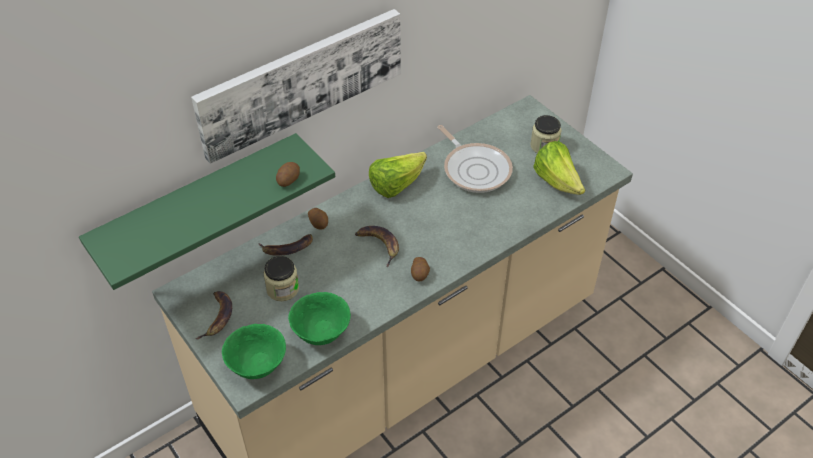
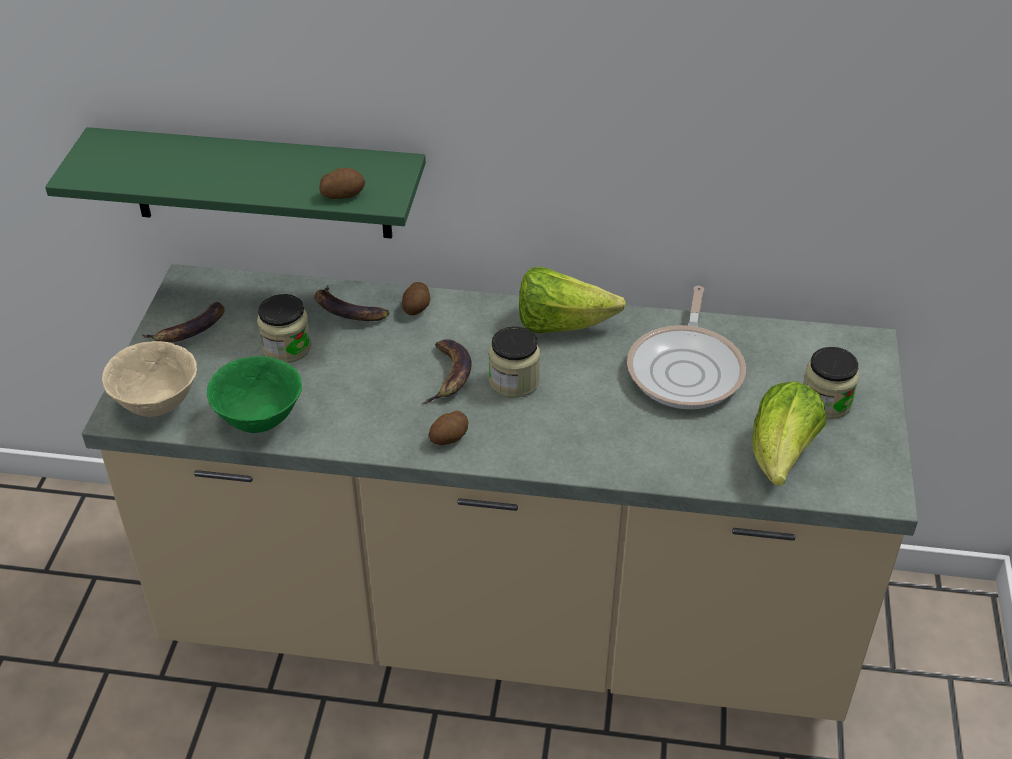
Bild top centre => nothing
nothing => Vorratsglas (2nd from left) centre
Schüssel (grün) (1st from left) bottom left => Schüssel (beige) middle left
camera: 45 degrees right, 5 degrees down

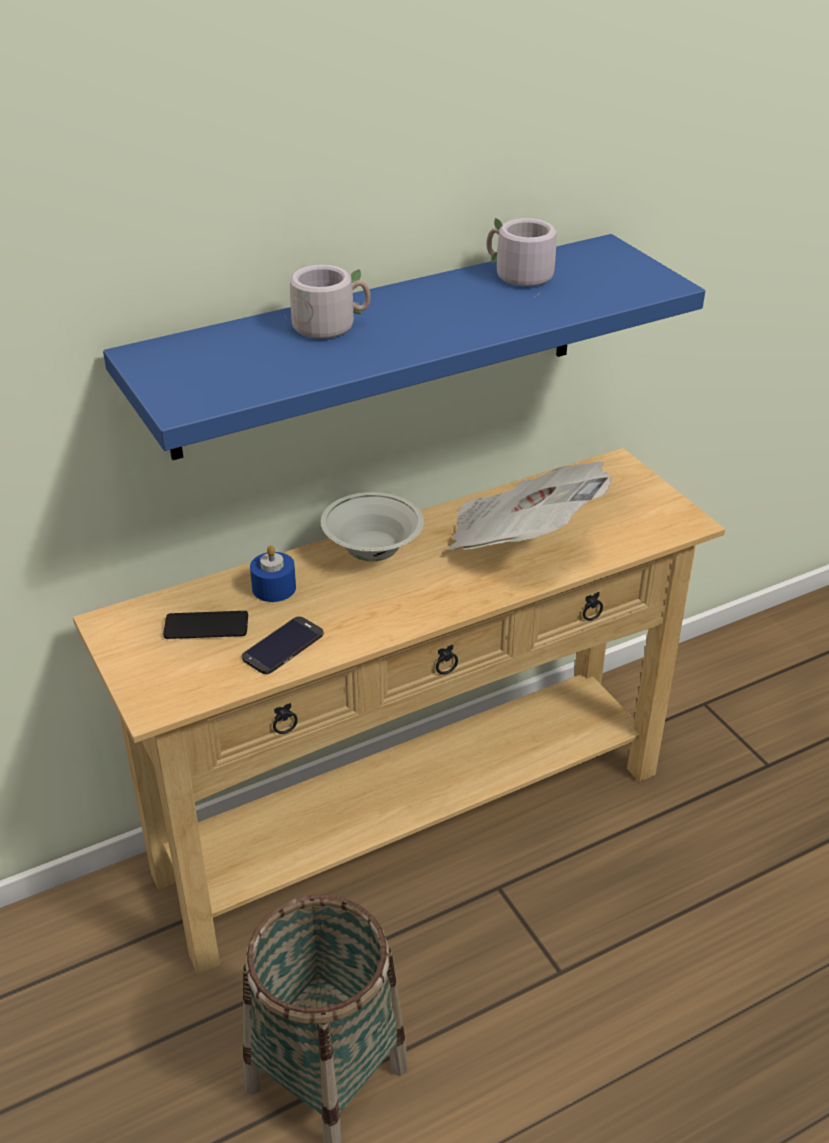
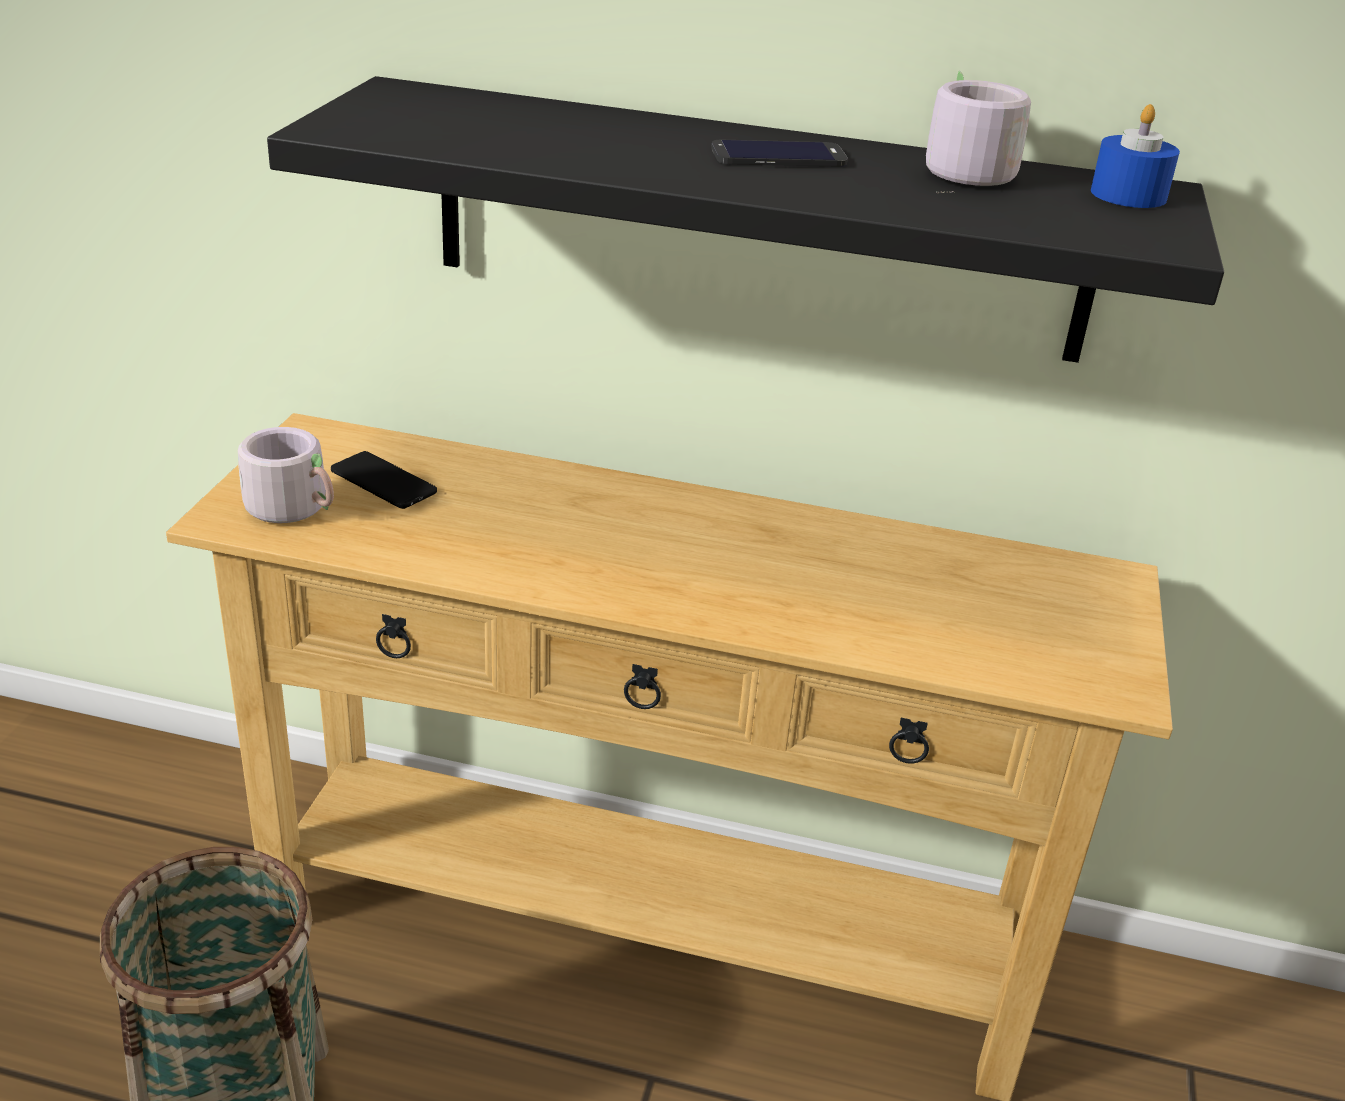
Schüssel (weiß) centre => nothing
Zeitung centre => nothing
Handy (2nd from left) centre => Handy (2nd from left) top centre, move
Kerze (blau) middle left => Kerze (blau) top right, move
Henkelbecher (grau) (1st from left) top centre => Henkelbecher (grau) (1st from left) middle left, move
Wandregal (blau) top centre => Wandregal (schwarz) top centre
camera: 40 degrees right, 5 degrees down

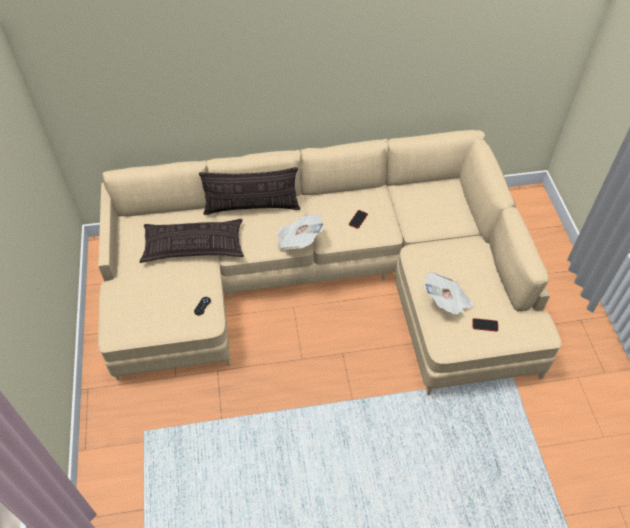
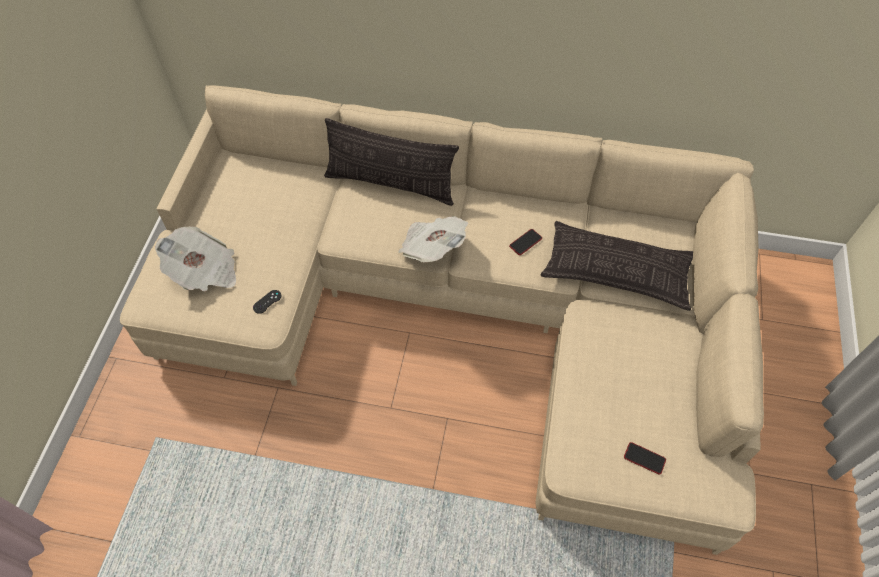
Kissen (1st from left in the first image) middle left => Kissen (2nd from left) middle right, move
Zeitung (2nd from left in the first image) middle right => Zeitung (1st from left) middle left, move
camera: 20 degrees right, 5 degrees up

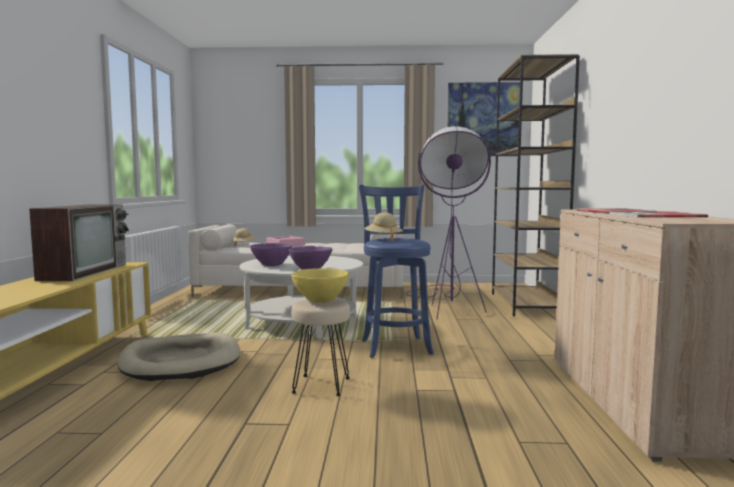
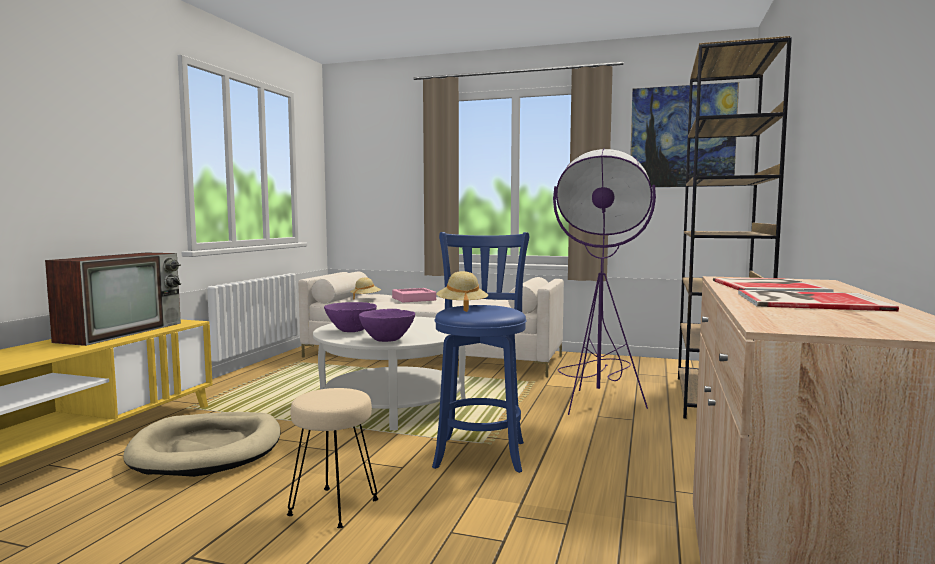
Schüssel (gelb) centre => nothing
camera: 15 degrees right, 0 degrees up

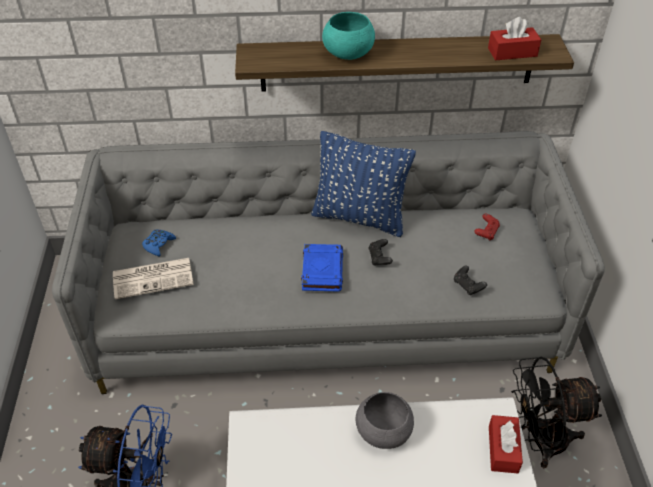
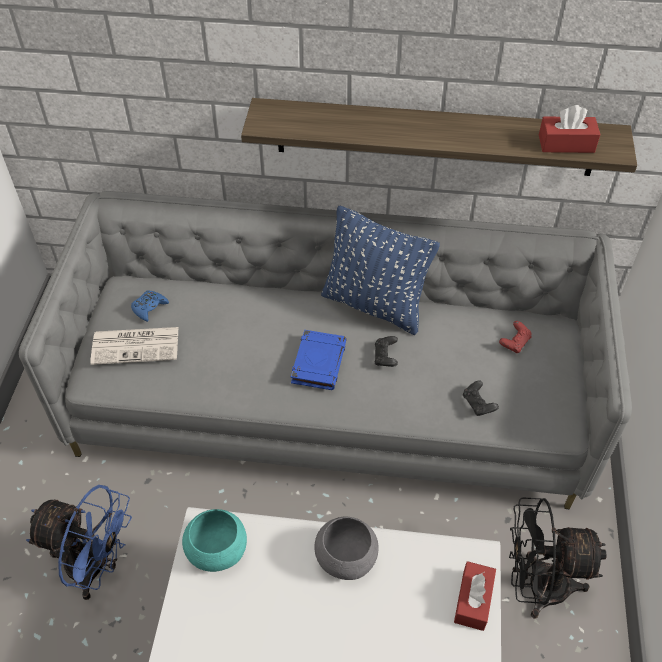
Schüssel (türkis) top centre => Schüssel (türkis) bottom left, move
camera: 10 degrees right, 5 degrees up

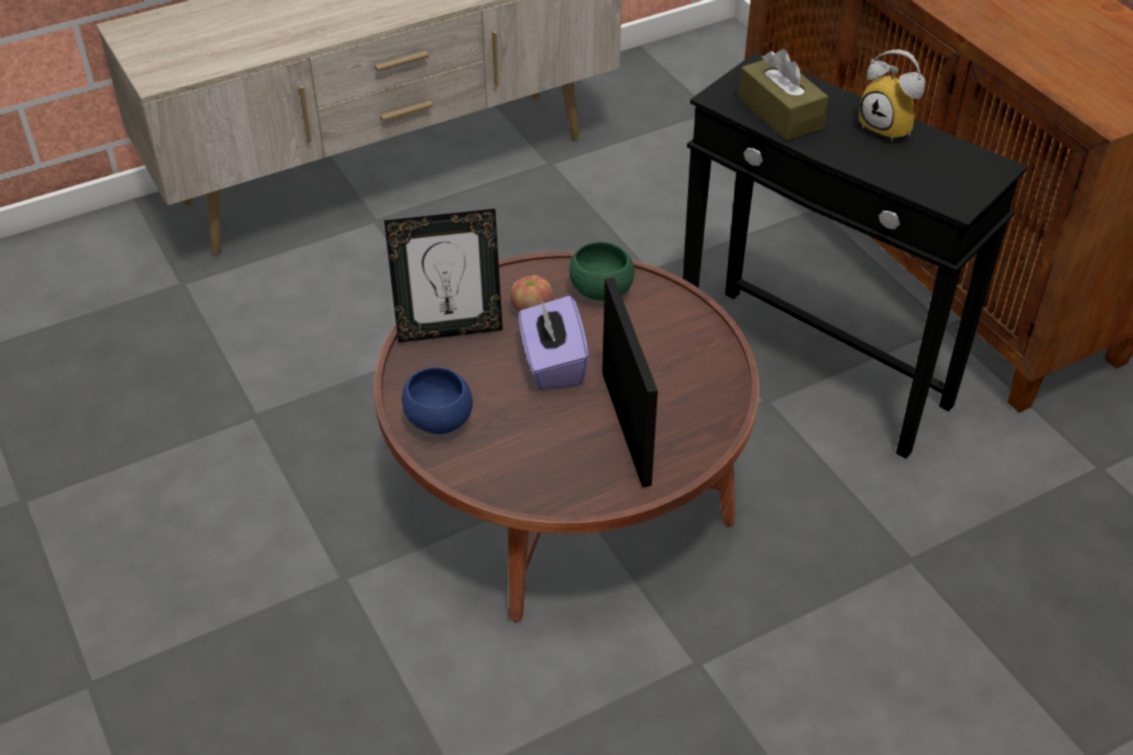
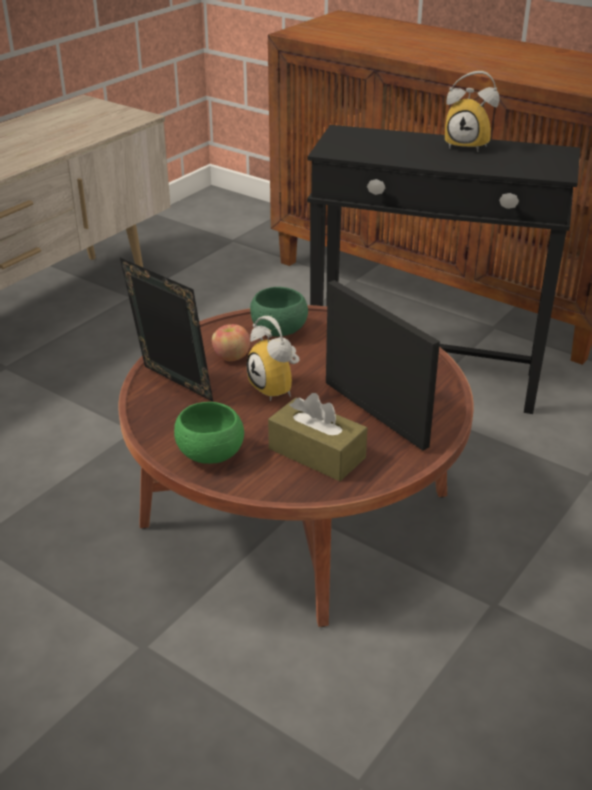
Taschentuchbox (braun) top right => Taschentuchbox (braun) centre, move
Taschentuchbox (lila) centre => Wecker (1st from left) centre
Schüssel (blau) centre => Schüssel (grün) (1st from left) centre
Bilderrahmen (1st from left) centre => Bilderrahmen (1st from left) middle left, 105 degrees counterclockwise
camera: 25 degrees left, 10 degrees down

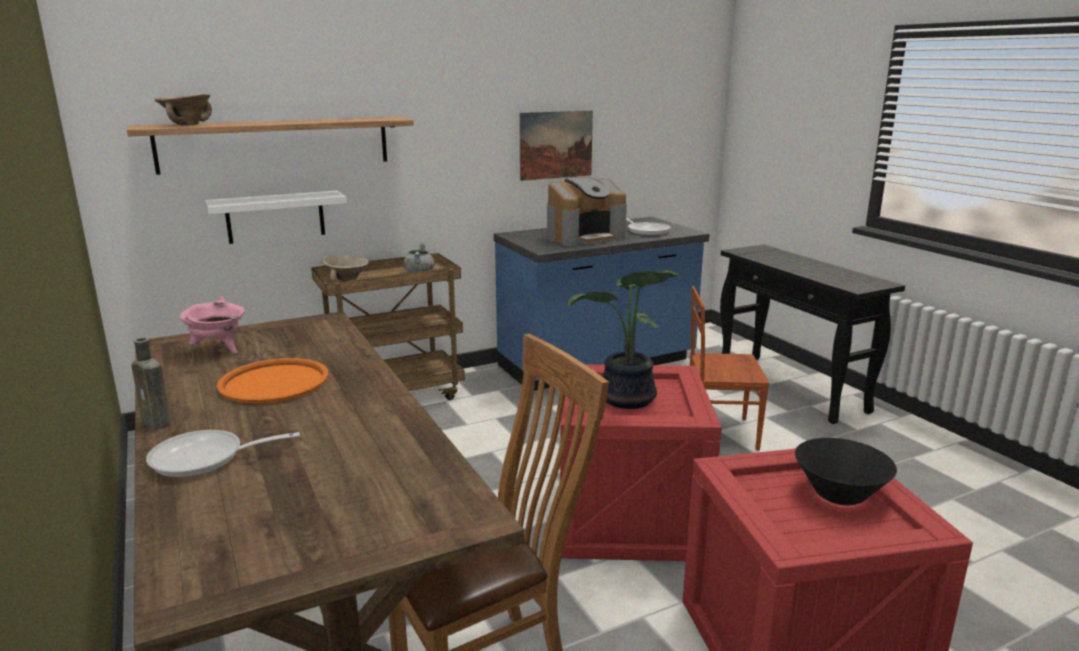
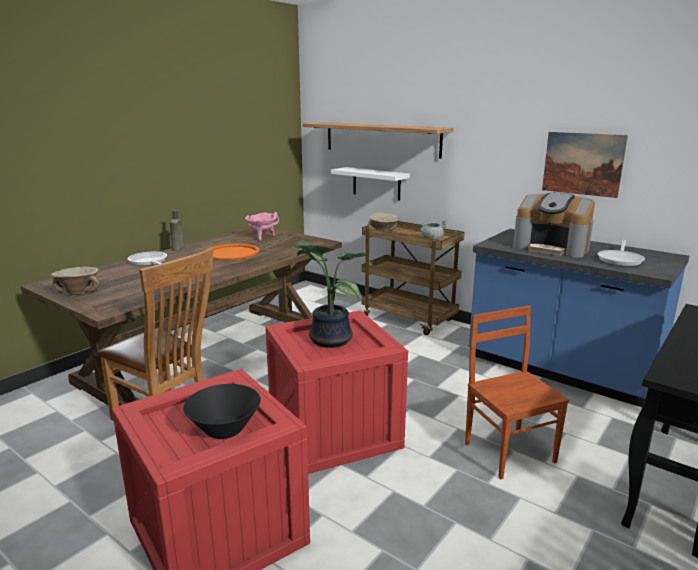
Schüssel (beige) (1st from left) top left => Schüssel (beige) (1st from left) middle left, move
camera: 65 degrees right, 0 degrees up

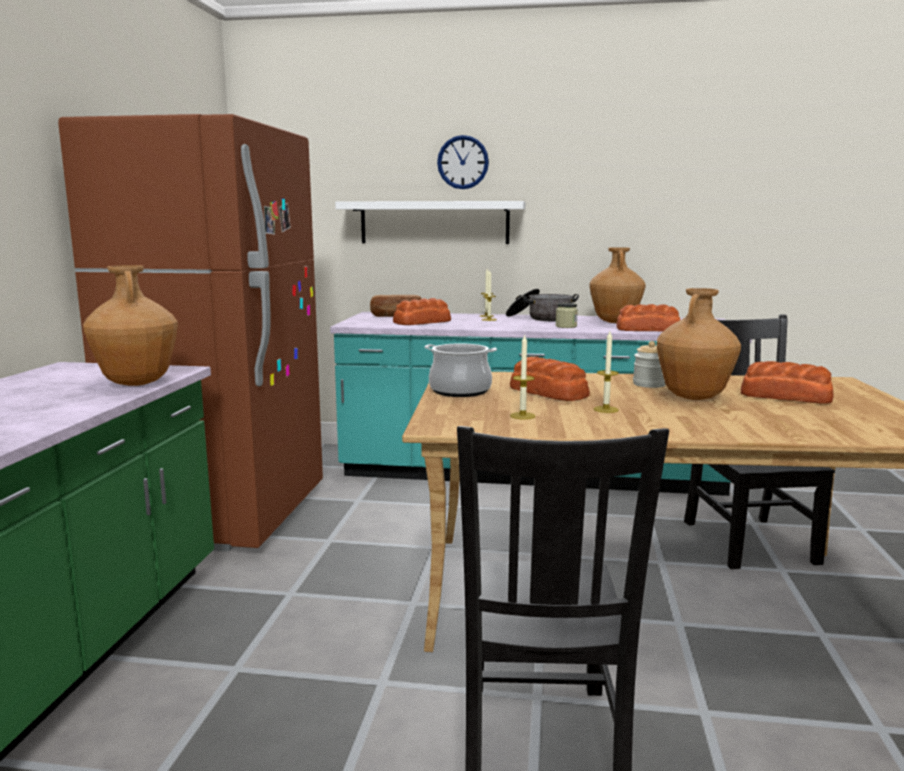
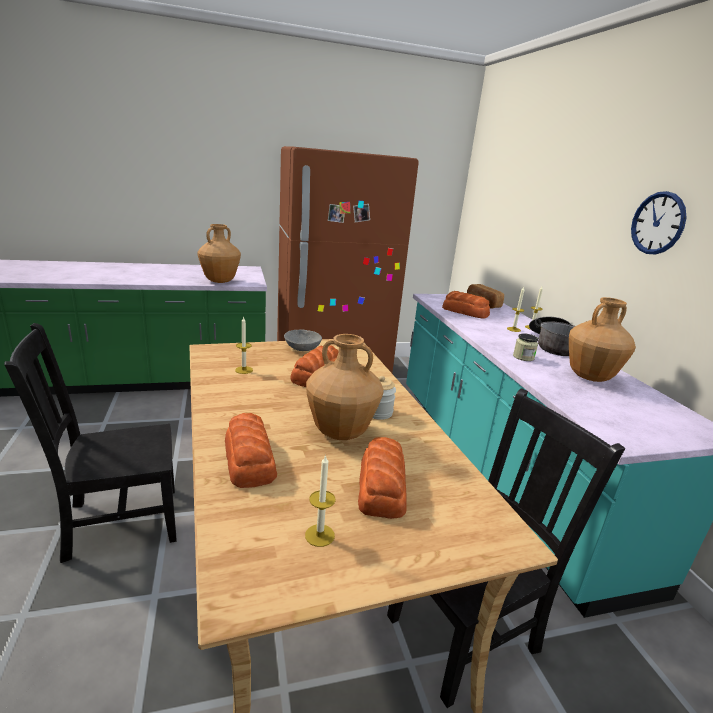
Wandregal (weiß) top centre => nothing
Wanduhr top centre => Wanduhr top right, move
Kerze (4th from left in the first image) middle right => Kerze (2nd from left) bottom centre, move
Brot (4th from left in the first image) middle right => Brot (1st from left) centre, move
Kochtopf (1st from left) centre => Schüssel (grau) centre
camera: 65 degrees right, 10 degrees up

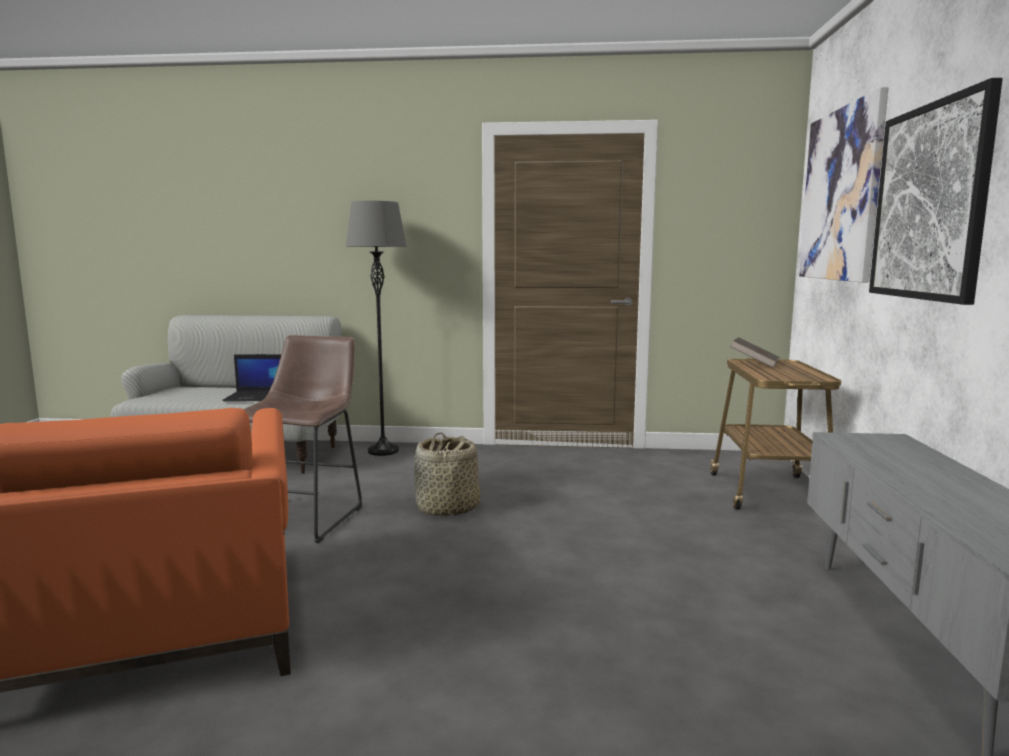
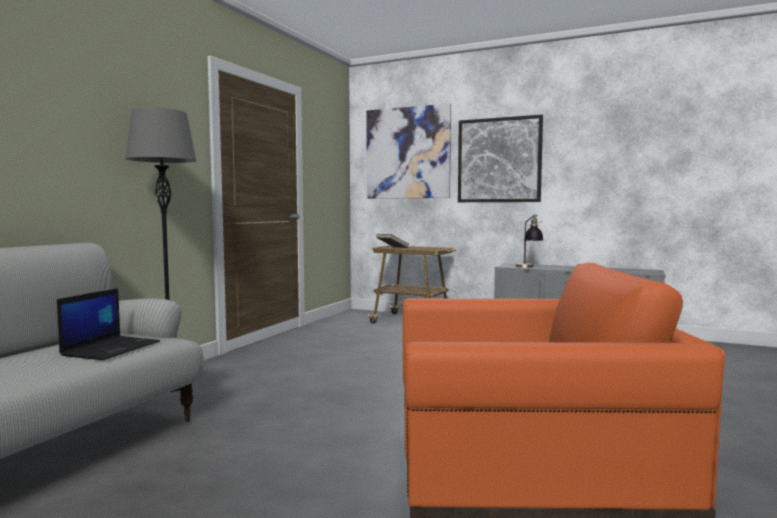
Hocker (braun) middle left => nothing
Korb centre => nothing
nothing => Tischlampe middle right
camera: 70 degrees left, 5 degrees down

